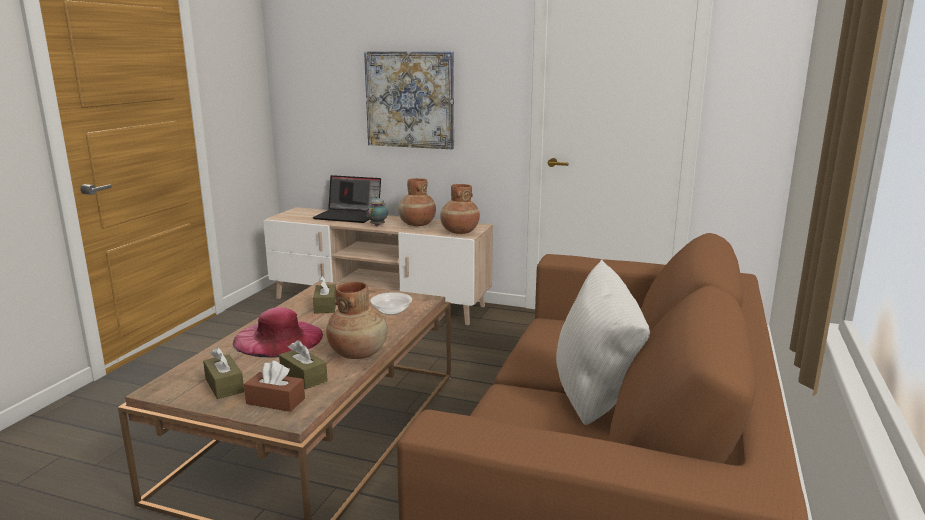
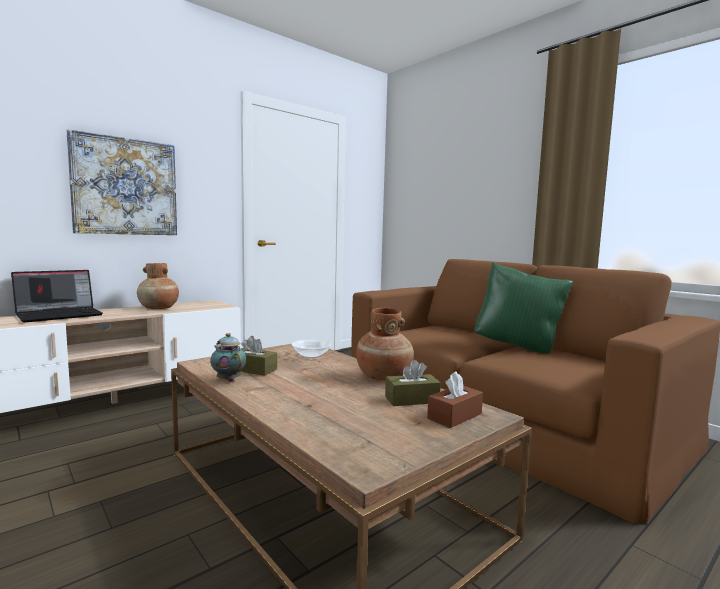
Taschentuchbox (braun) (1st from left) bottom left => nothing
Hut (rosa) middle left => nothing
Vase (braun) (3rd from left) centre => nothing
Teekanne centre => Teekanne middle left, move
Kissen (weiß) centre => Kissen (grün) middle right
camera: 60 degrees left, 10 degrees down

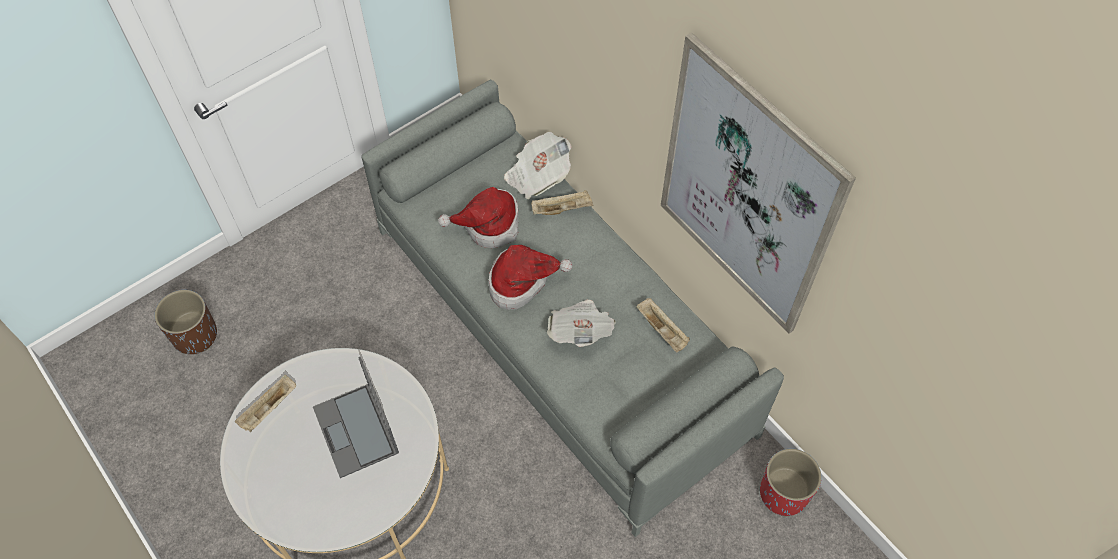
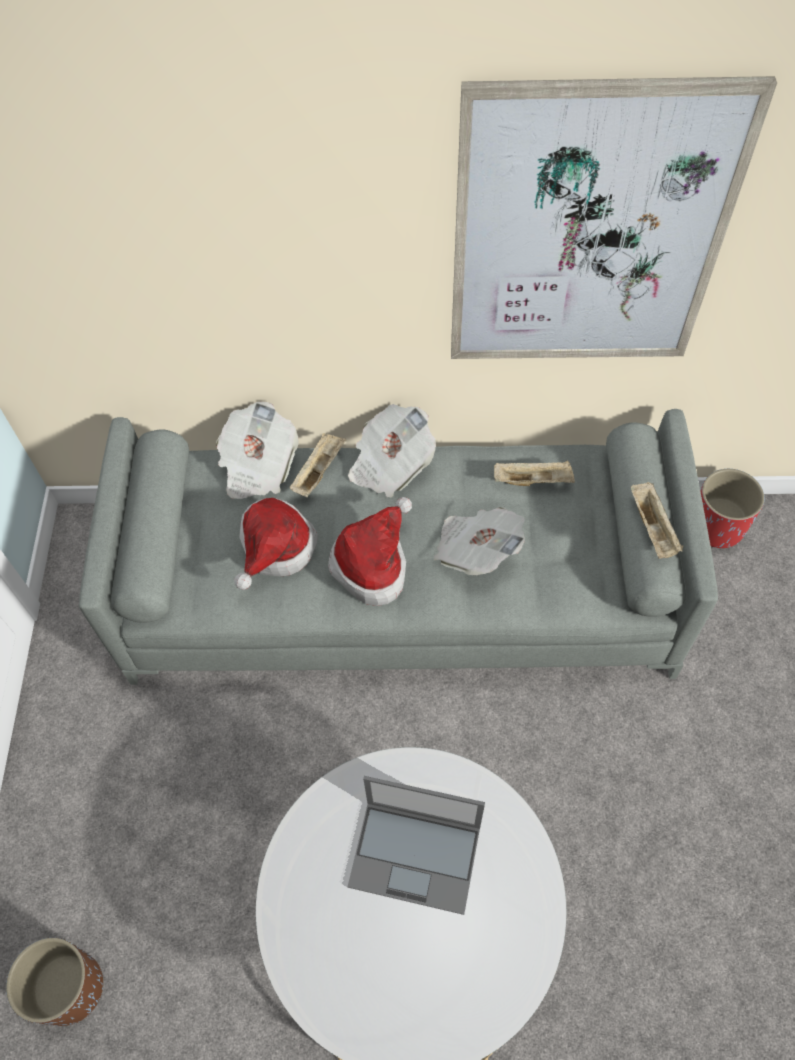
nothing => Zeitung (2nd from left) centre
Tablett (beige) (1st from left in the first image) bottom left => Tablett (beige) (3rd from left) middle right, move
camera: 50 degrees left, 0 degrees up

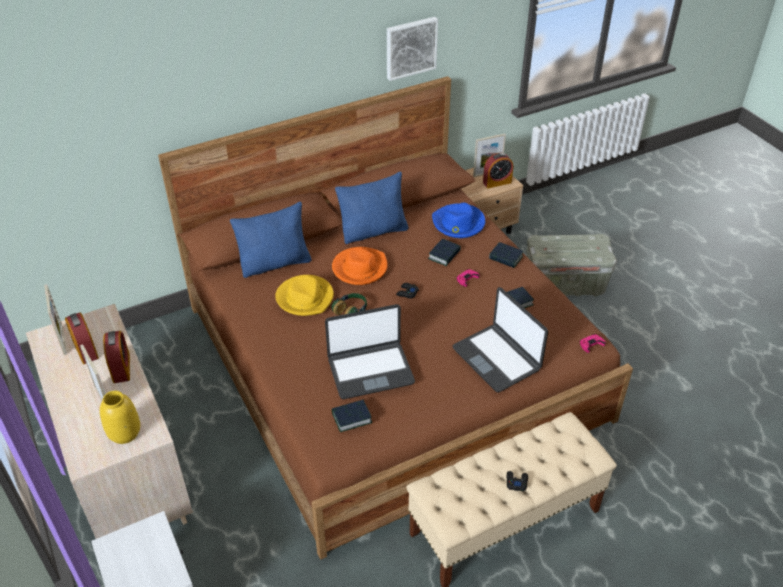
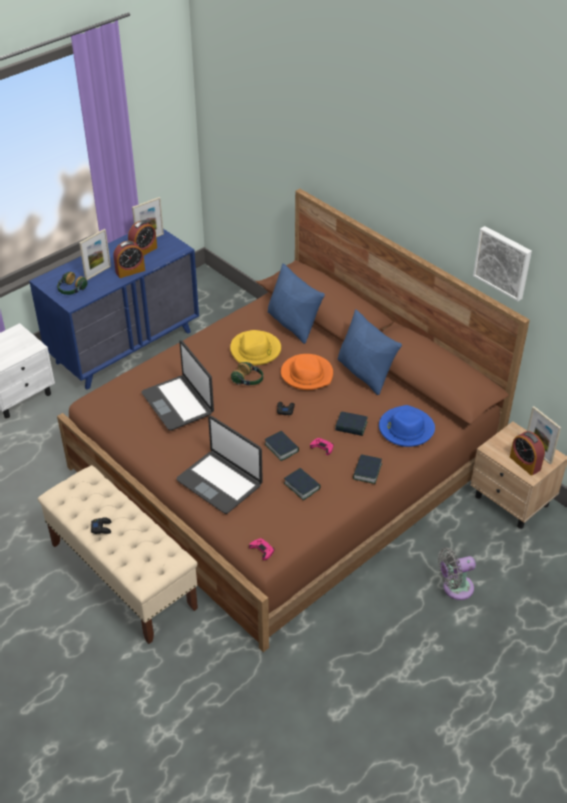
Buch (1st from left) bottom centre => Buch (1st from left) centre, move
Vase (gelb) bottom left => Kopfhörer (1st from left) middle left
Aufbewahrungsbox (grau) middle right => Ventilator (grau) bottom right
Kommode (beige) bottom left => Kommode (blau) middle left
Laptop (2nd from left) centre, 90 degrees counterclockwise
camera: 75 degrees right, 0 degrees up

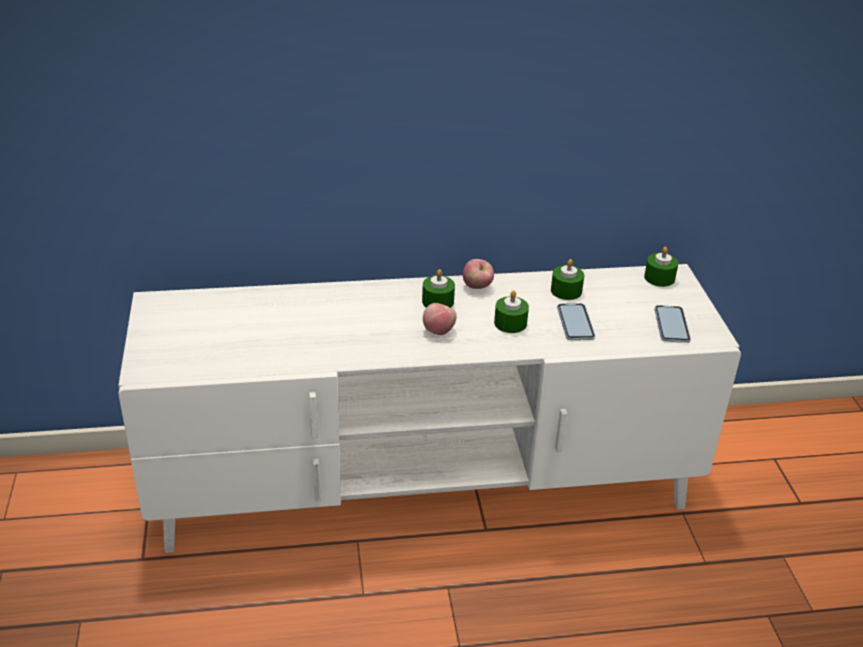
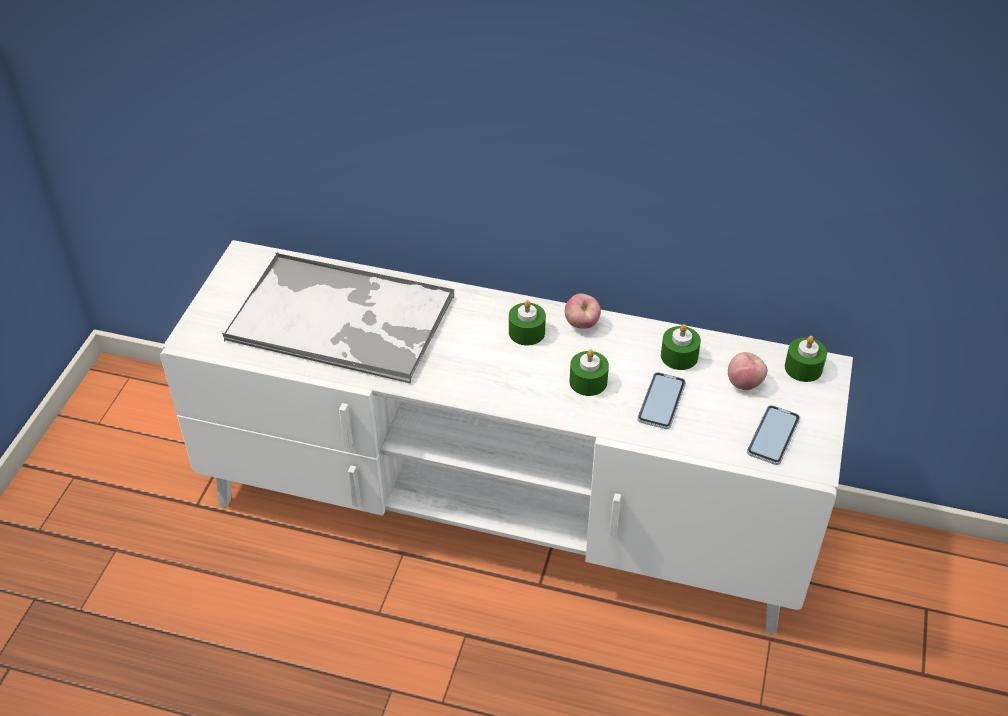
nothing => Tablett centre
Apfel (1st from left in the first image) centre => Apfel (2nd from left) middle right, move
camera: 25 degrees right, 10 degrees up

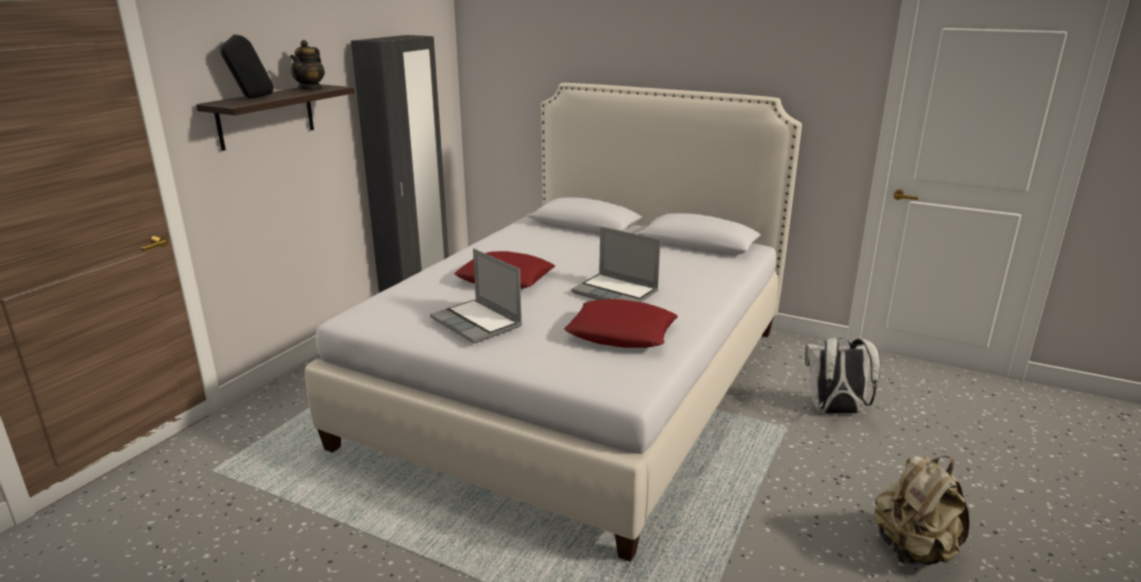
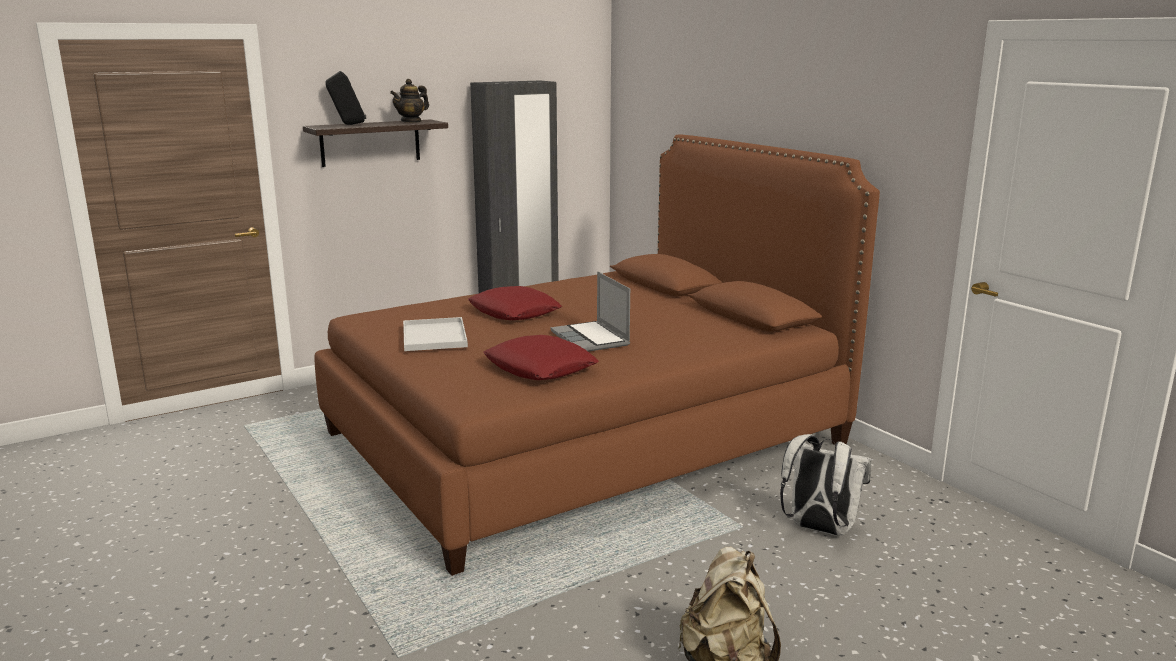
Laptop (1st from left) centre => Tablett (weiß) centre
Bett (weiß) centre => Bett (braun) centre
camera: 30 degrees right, 5 degrees down

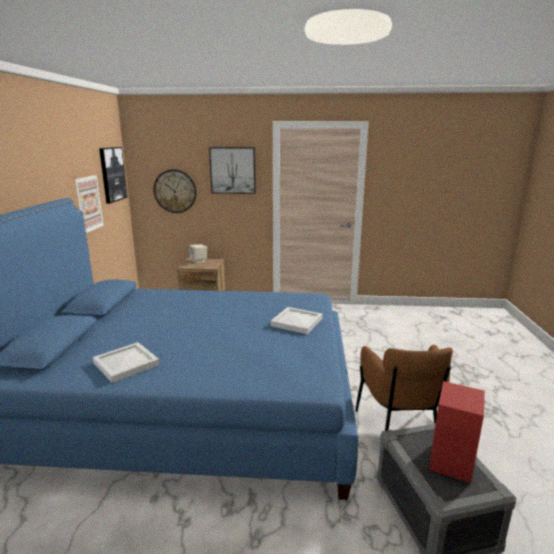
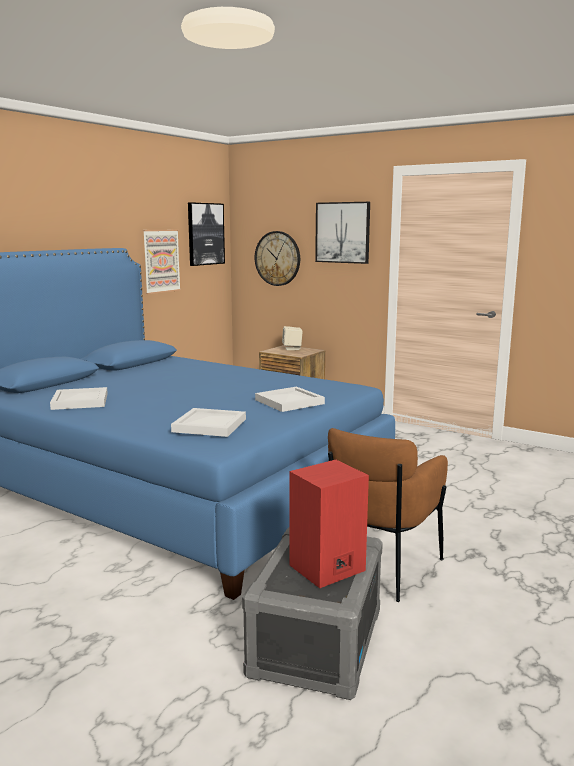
nothing => Tablett (weiß) (2nd from left) centre
camera: 30 degrees right, 5 degrees down

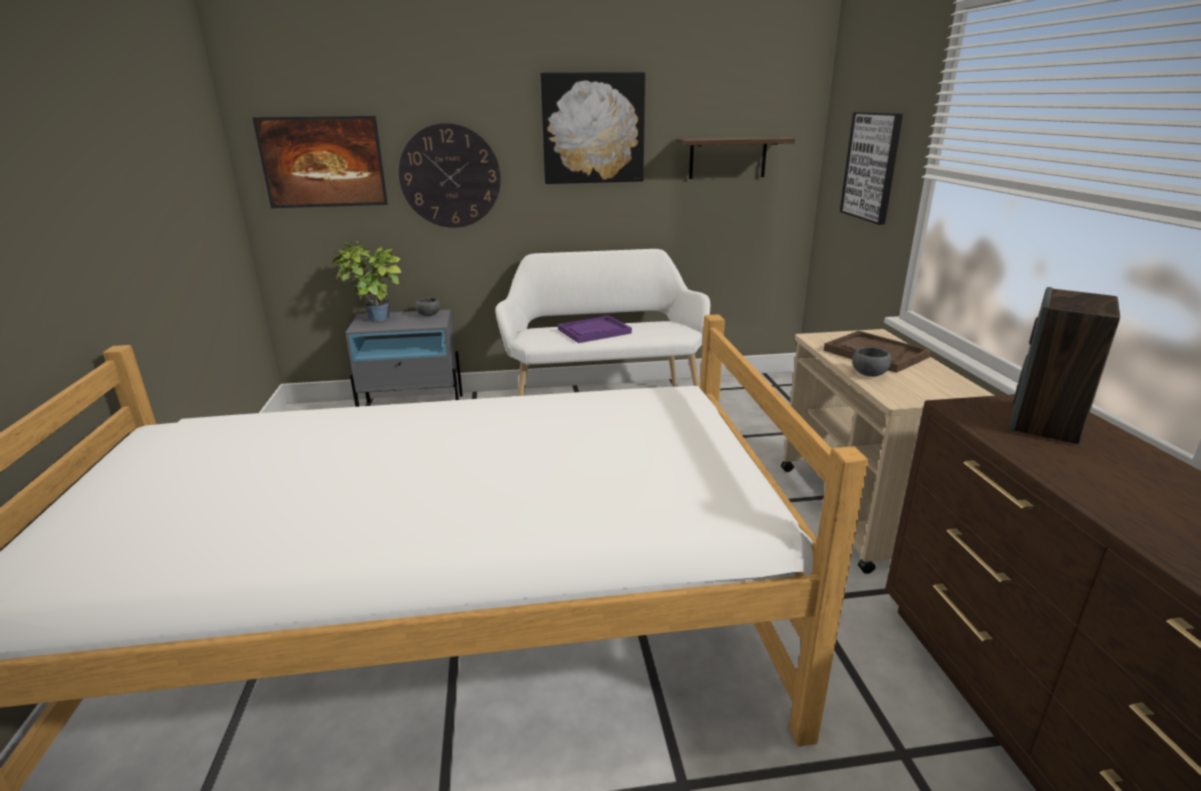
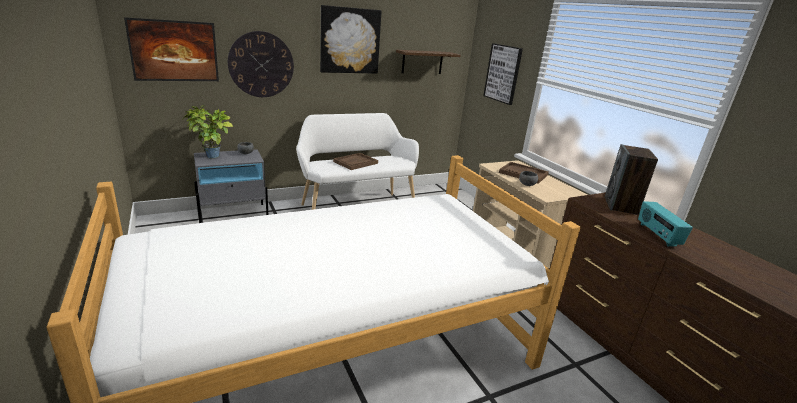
nothing => Radio middle right
Tablett (lila) centre => Tablett (braun) (1st from left) centre
camera: 20 degrees left, 0 degrees up

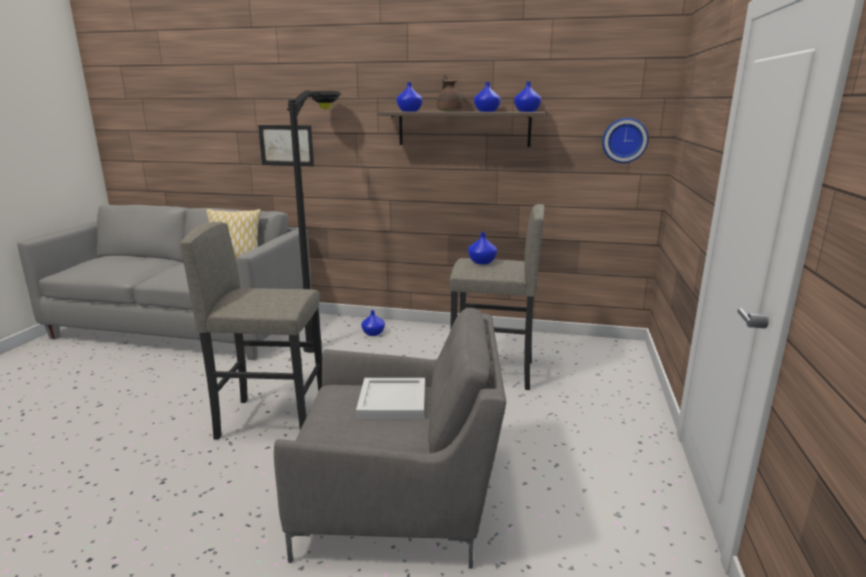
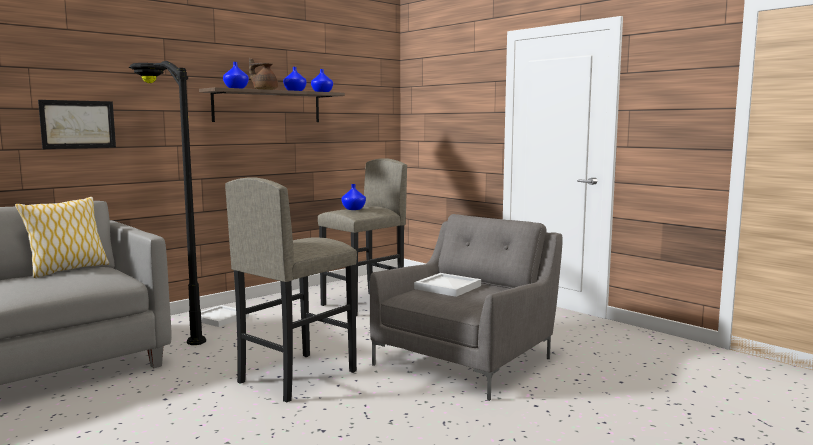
Wanduhr top right => nothing
Vase (blau) (1st from left) centre => Tablett (weiß) (1st from left) bottom left
camera: 55 degrees left, 10 degrees down

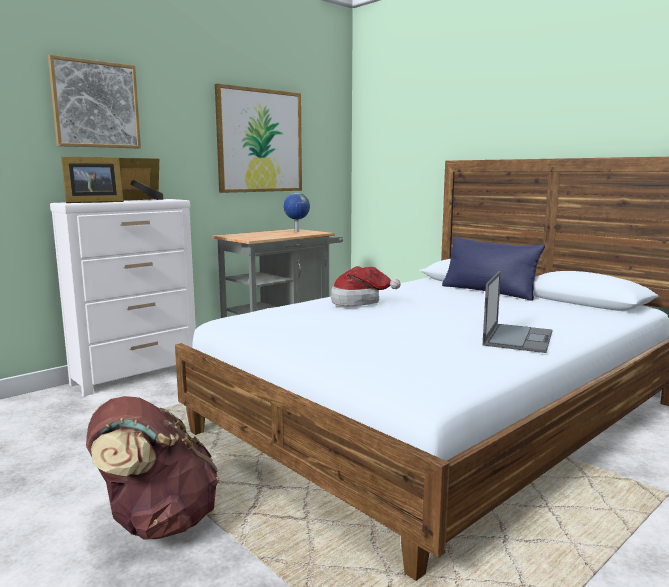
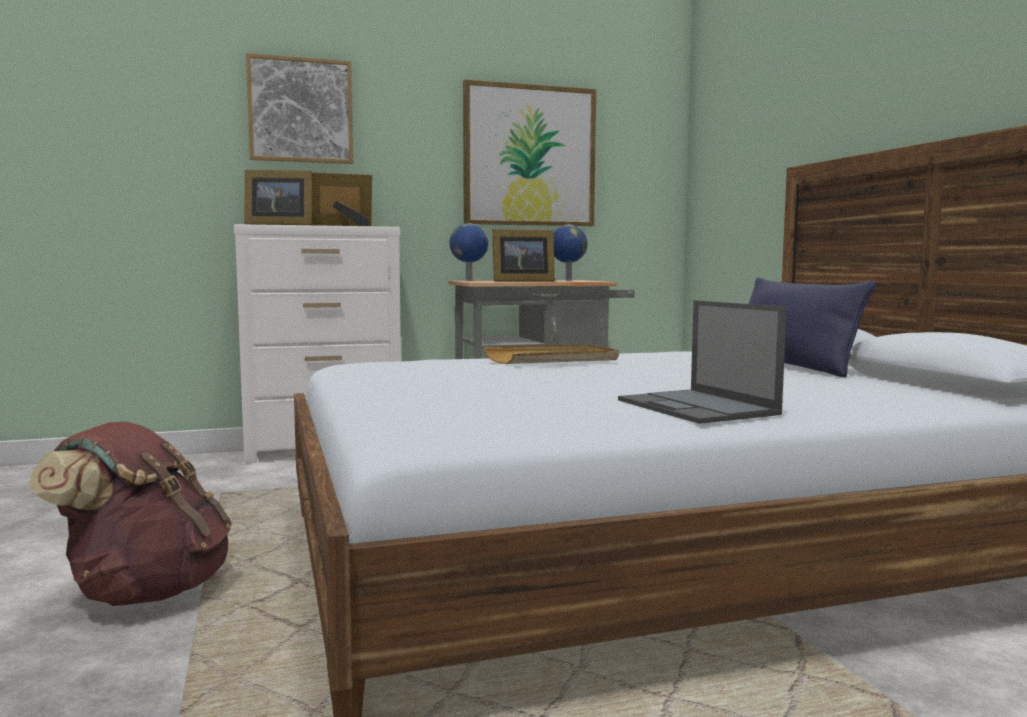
nothing => Globus (1st from left) centre
nothing => Bilderrahmen (3rd from left) centre
Hut centre => Tablett (beige) centre
Laptop middle right, 105 degrees clockwise
camera: 25 degrees right, 5 degrees down

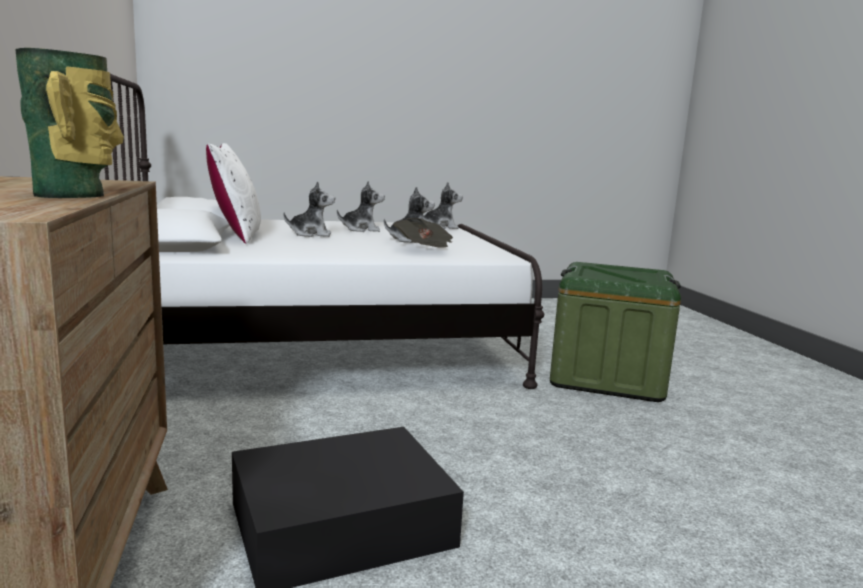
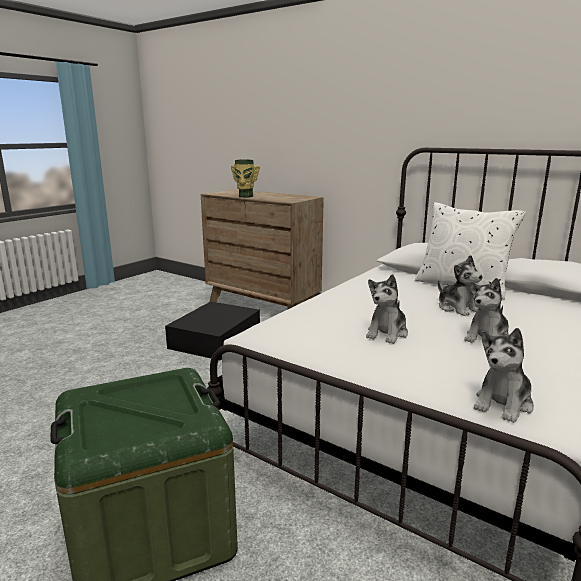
Zeitung centre => nothing
Plüschtier (1st from left in the first image) centre => Plüschtier (2nd from left) middle right, 75 degrees counterclockwise
camera: 140 degrees right, 5 degrees up

